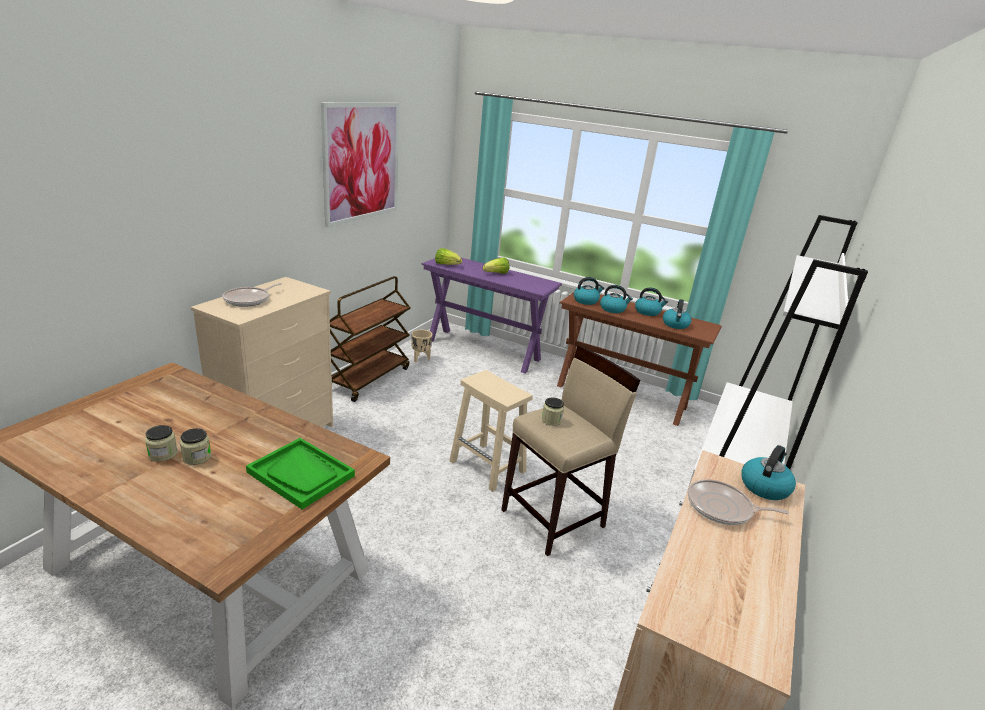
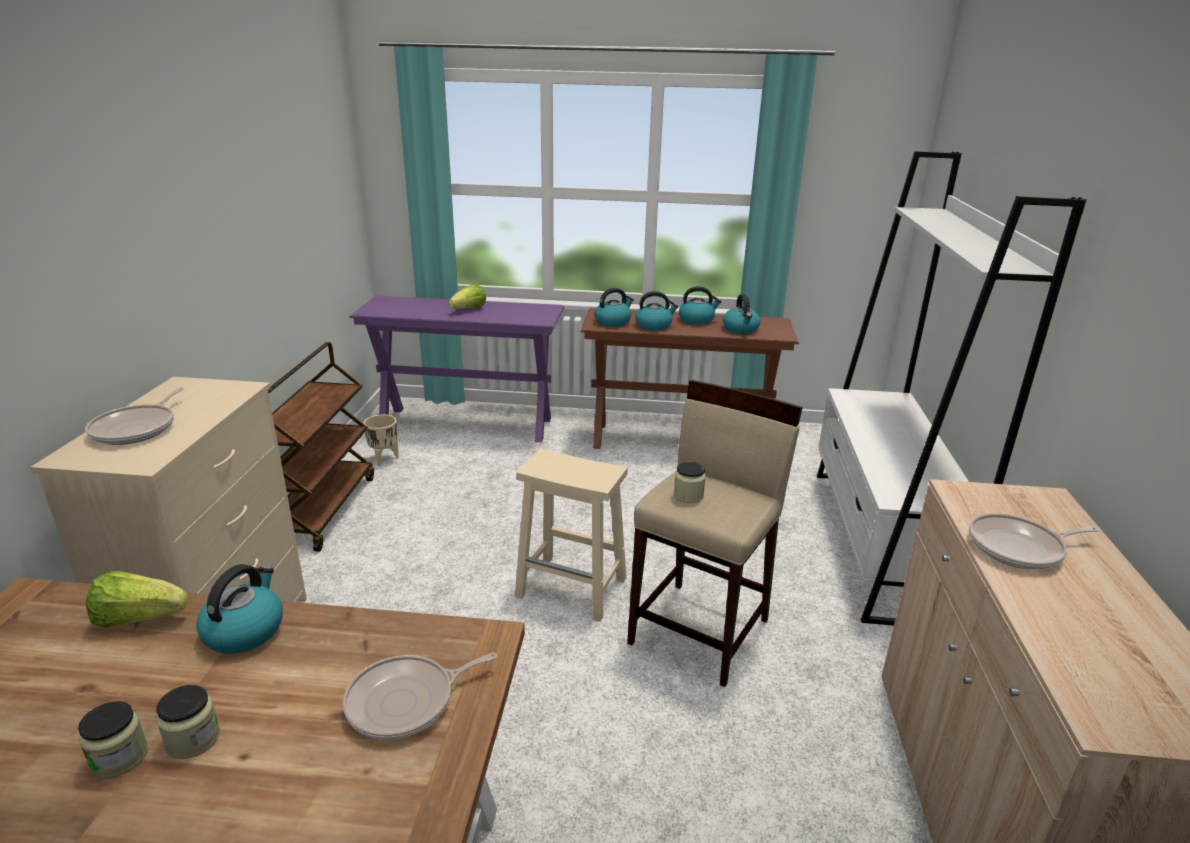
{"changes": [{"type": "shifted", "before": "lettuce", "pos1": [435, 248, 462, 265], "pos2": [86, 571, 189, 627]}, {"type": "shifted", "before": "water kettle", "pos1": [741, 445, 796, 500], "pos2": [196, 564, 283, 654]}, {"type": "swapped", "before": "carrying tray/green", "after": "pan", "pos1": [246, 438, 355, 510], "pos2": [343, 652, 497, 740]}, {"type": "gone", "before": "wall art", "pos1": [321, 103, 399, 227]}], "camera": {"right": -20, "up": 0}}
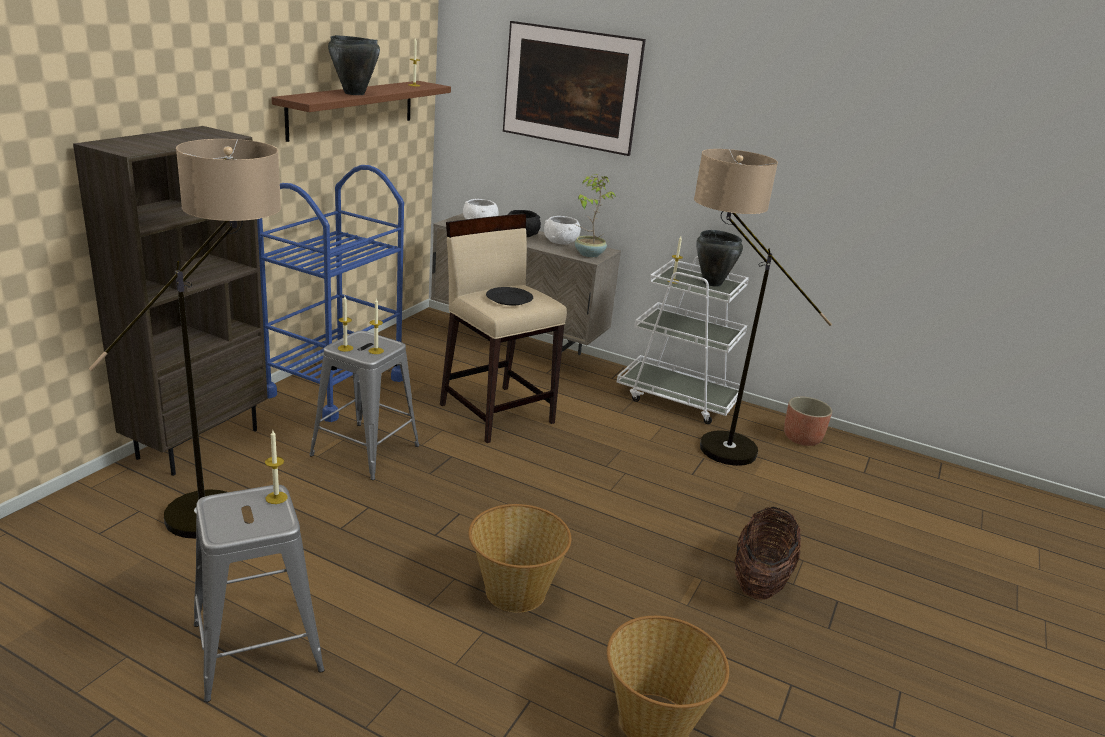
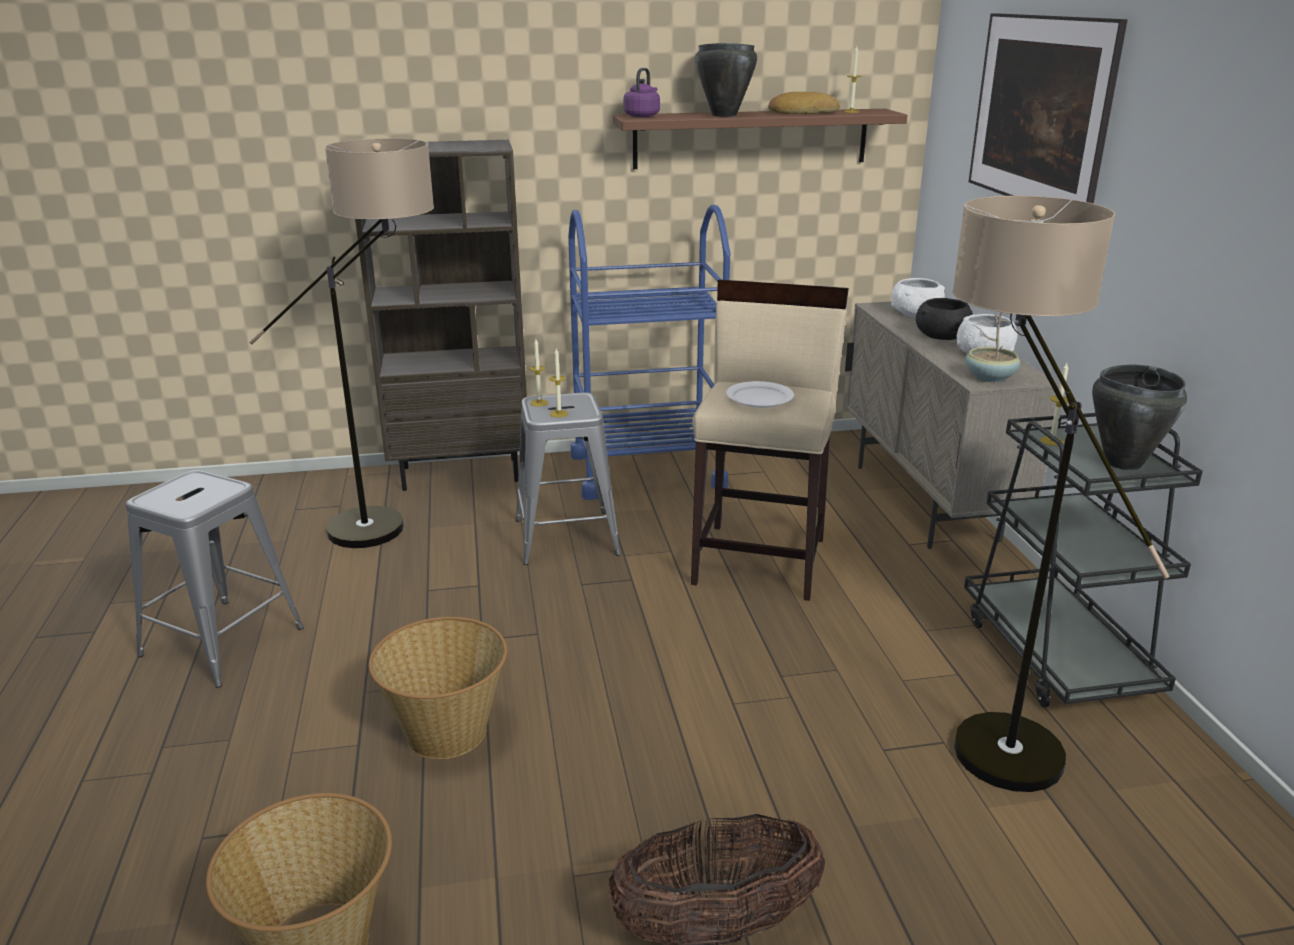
{"changes": [{"type": "new", "after": "water kettle/purple-coloured", "pos2": [624, 68, 660, 117]}, {"type": "repainted", "before": "plate/black", "after": "plate/white", "pos1": [486, 287, 533, 306], "pos2": [726, 381, 794, 408]}, {"type": "new", "after": "bread", "pos2": [768, 92, 840, 114]}, {"type": "repainted", "before": "trolley/white", "after": "trolley/black", "pos1": [617, 256, 749, 424], "pos2": [964, 413, 1203, 707]}, {"type": "gone", "before": "wax candle", "pos1": [265, 430, 288, 504]}, {"type": "gone", "before": "flower pot", "pos1": [784, 397, 832, 446]}], "camera": {"right": 55, "up": 0}}
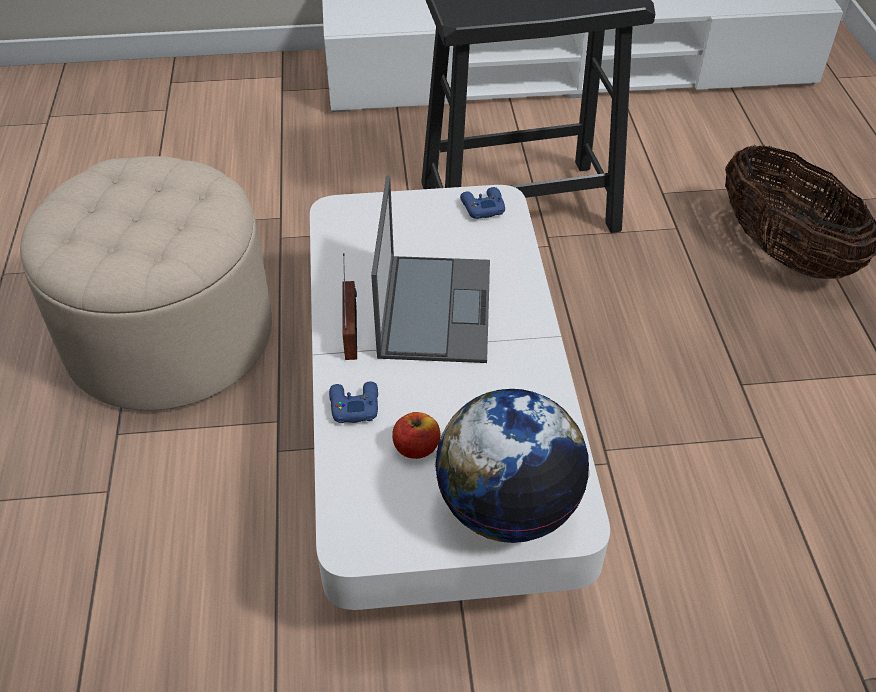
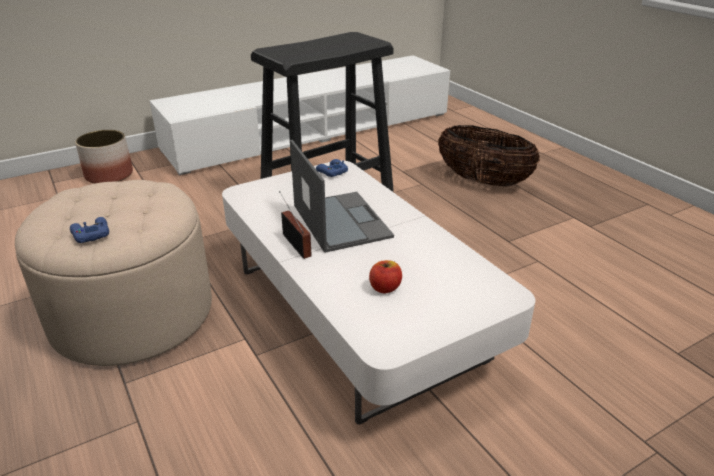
{"changes": [{"type": "shifted", "before": "gamepad/blue-coloured", "pos1": [329, 381, 378, 423], "pos2": [70, 217, 109, 243]}, {"type": "new", "after": "flower pot", "pos2": [75, 130, 133, 184]}, {"type": "gone", "before": "globe", "pos1": [435, 389, 589, 543]}], "camera": {"right": -25, "up": -15}}
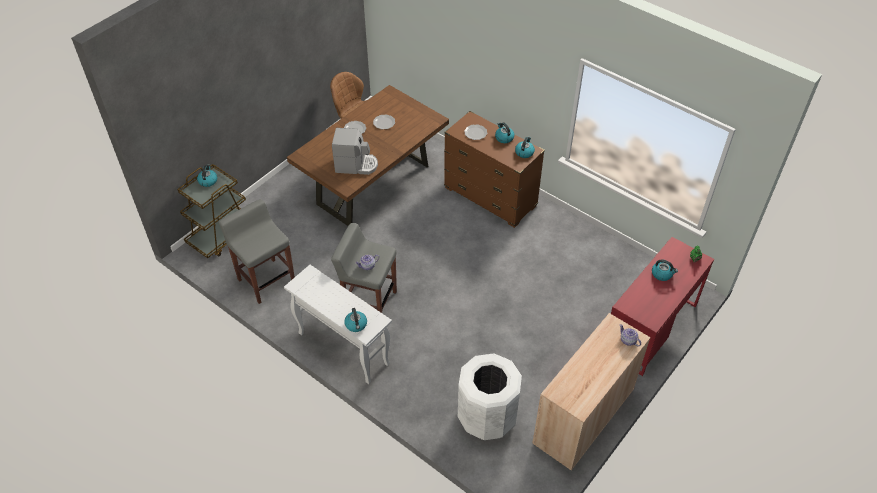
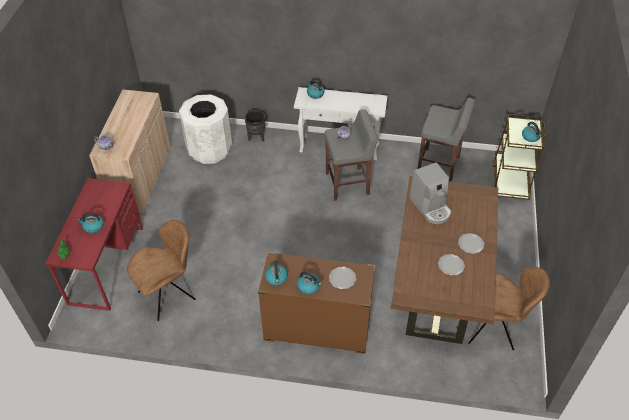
{"changes": [{"type": "new", "after": "plain chair/brown", "pos2": [127, 220, 196, 321]}, {"type": "new", "after": "flower pot/black", "pos2": [245, 110, 265, 142]}, {"type": "rotated", "before": "coffee maker", "pos1": [332, 128, 378, 175], "pos2": [410, 162, 451, 224], "turn": -90}], "camera": {"right": 150, "up": 0}}
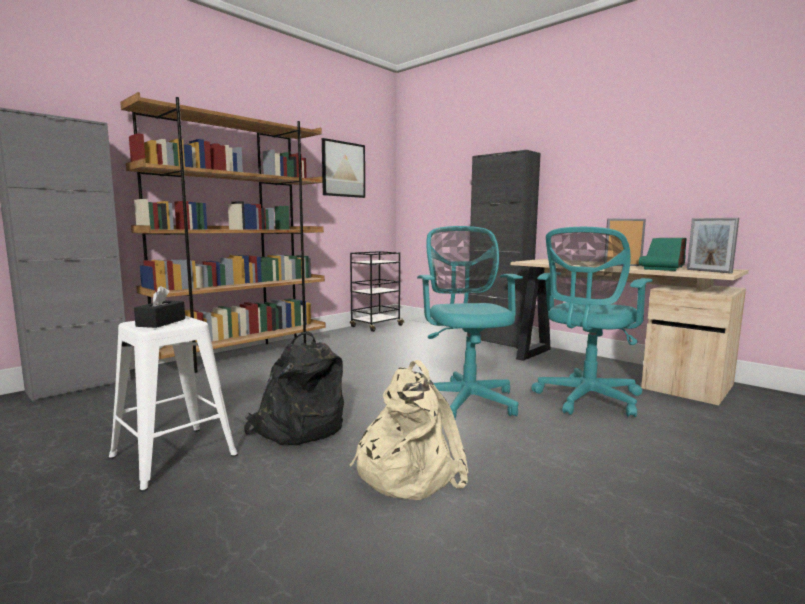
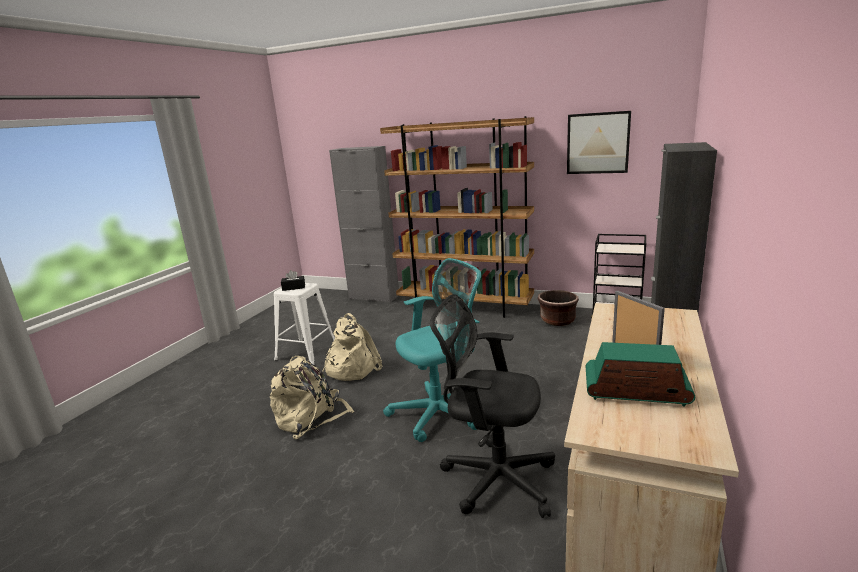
{"changes": [{"type": "repainted", "before": "backpack/black", "after": "backpack/beige-coloured", "pos1": [244, 331, 344, 445], "pos2": [322, 313, 382, 381]}, {"type": "repainted", "before": "office chair/blue-green", "after": "office chair/black", "pos1": [531, 227, 653, 417], "pos2": [430, 294, 555, 518]}, {"type": "new", "after": "flower pot/brown", "pos2": [538, 290, 579, 326]}, {"type": "gone", "before": "photo frame", "pos1": [687, 218, 739, 274]}], "camera": {"right": 70, "up": 10}}
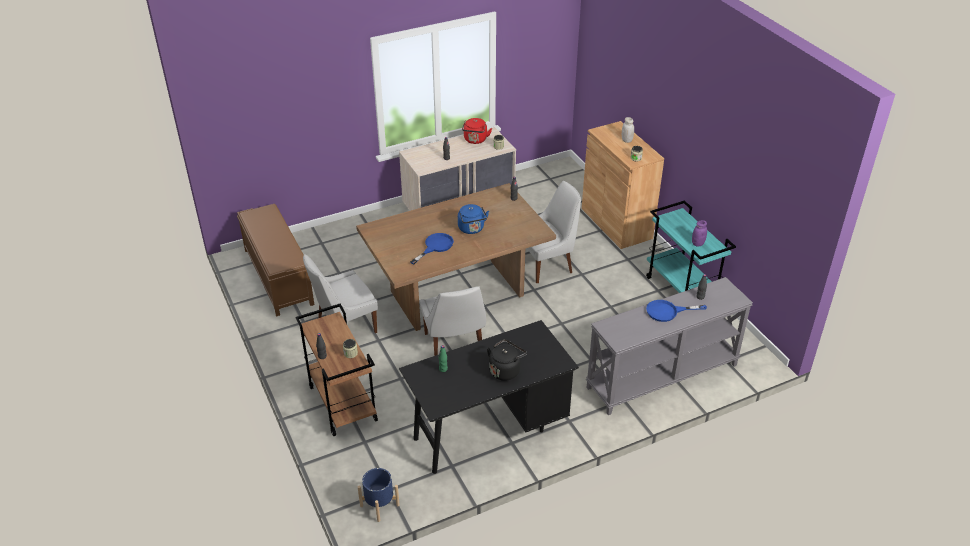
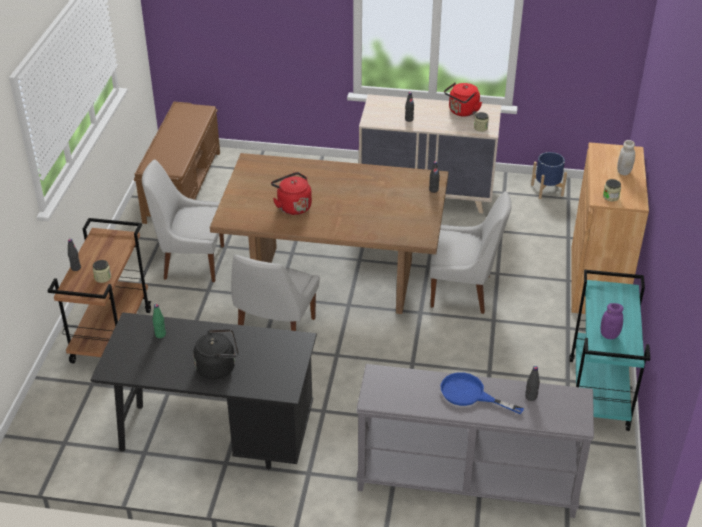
{"changes": [{"type": "swapped", "before": "pan/blue-coloured", "after": "water kettle/red-coloured", "pos1": [410, 233, 454, 264], "pos2": [271, 172, 312, 215]}, {"type": "shifted", "before": "flower pot/blue-coloured", "pos1": [358, 468, 400, 522], "pos2": [531, 152, 567, 199]}, {"type": "gone", "before": "water kettle/blue-coloured", "pos1": [458, 204, 489, 234]}], "camera": {"right": 35, "up": 0}}
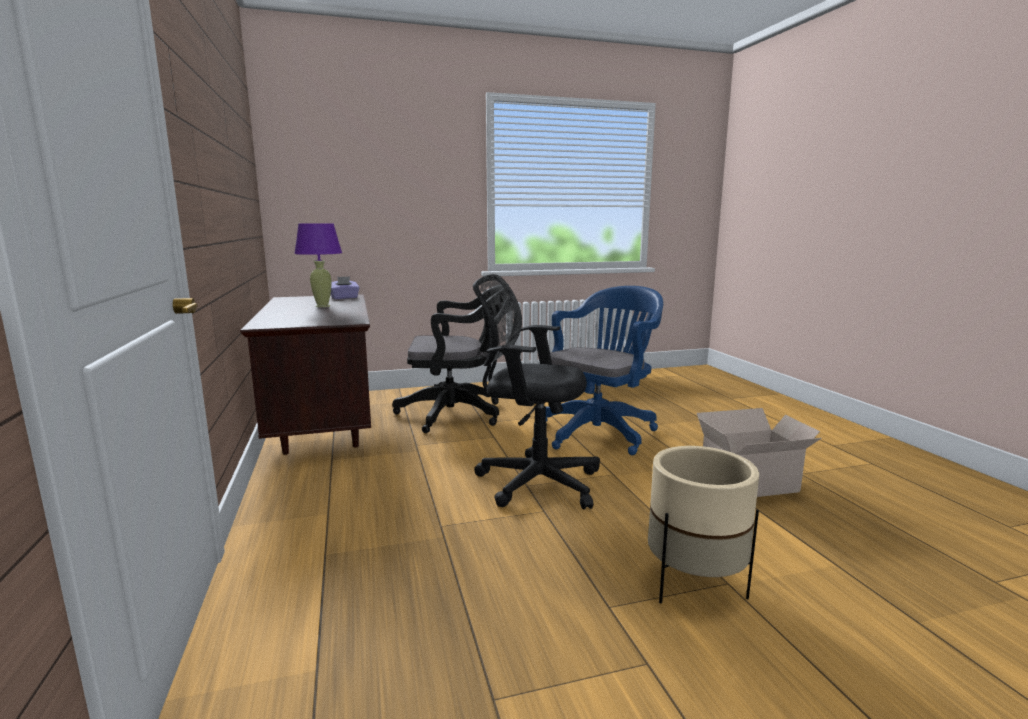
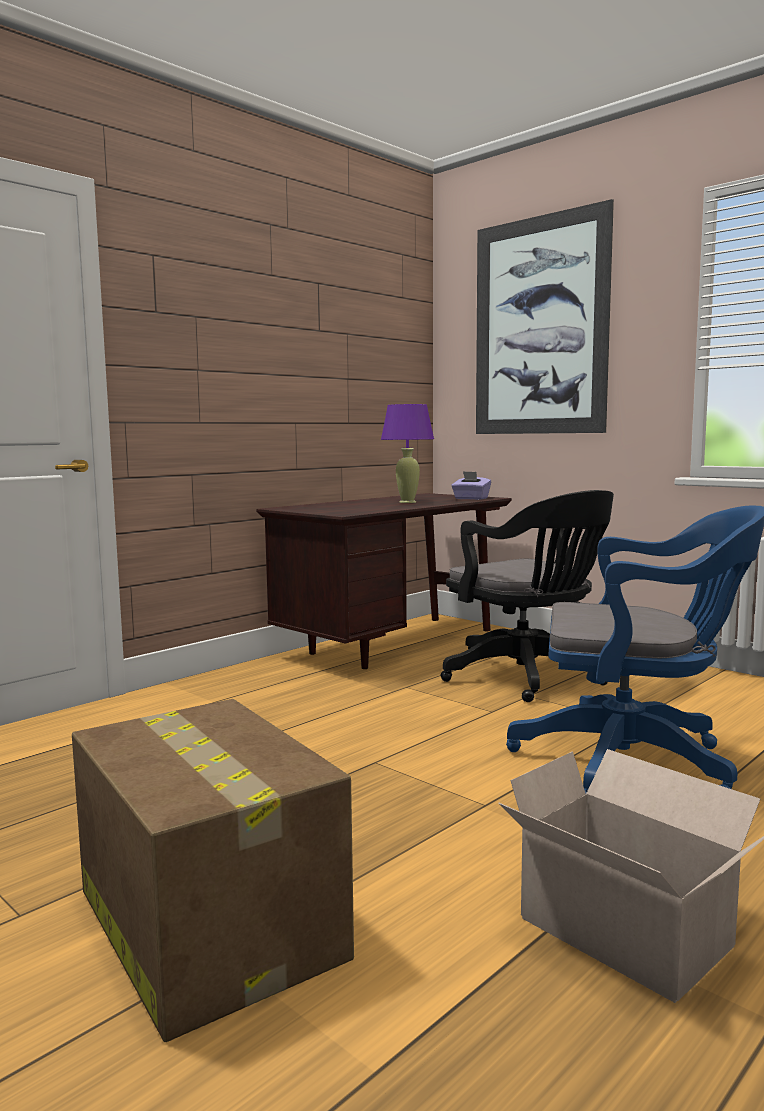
{"changes": [{"type": "swapped", "before": "flower pot/beige-coloured", "after": "carton", "pos1": [648, 446, 759, 604], "pos2": [72, 699, 354, 1042]}, {"type": "new", "after": "wall art", "pos2": [476, 199, 614, 434]}, {"type": "gone", "before": "office chair/black", "pos1": [473, 274, 600, 510]}], "camera": {"right": 60, "up": -5}}
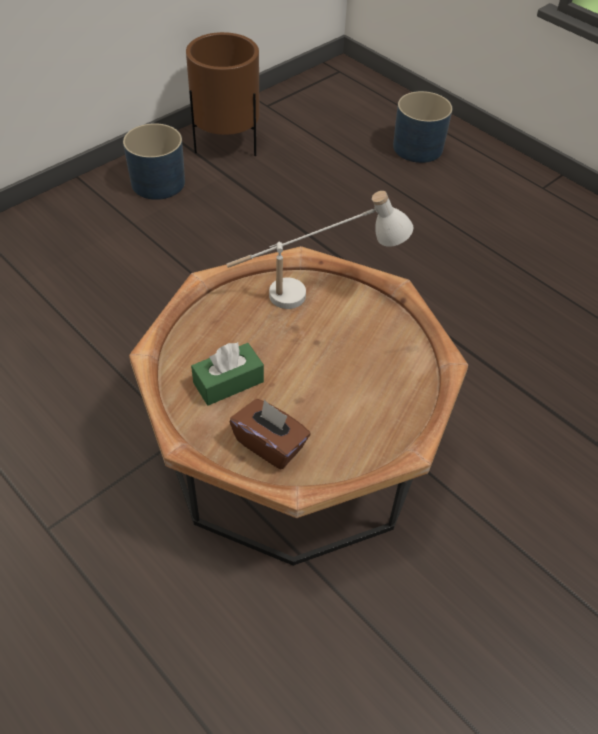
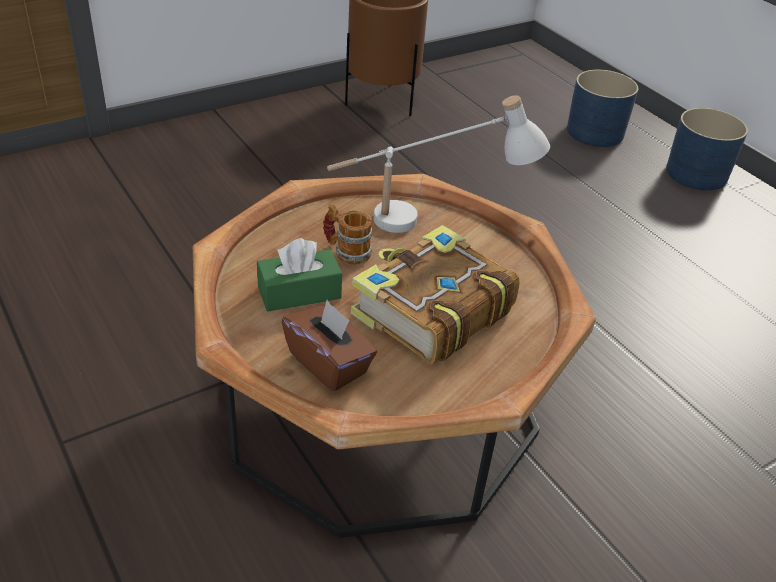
{"changes": [{"type": "new", "after": "mug", "pos2": [323, 203, 372, 265]}, {"type": "new", "after": "bound book", "pos2": [351, 225, 520, 364]}, {"type": "shifted", "before": "flower pot/blue-coloured", "pos1": [123, 123, 185, 200], "pos2": [666, 108, 748, 190]}], "camera": {"right": 10, "up": -10}}
